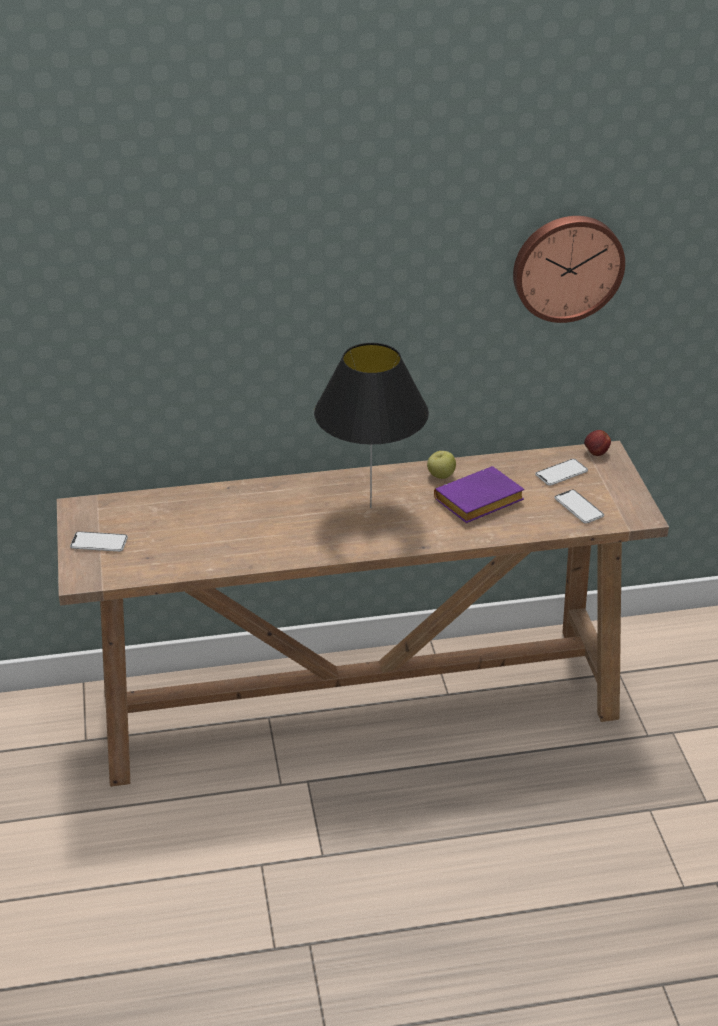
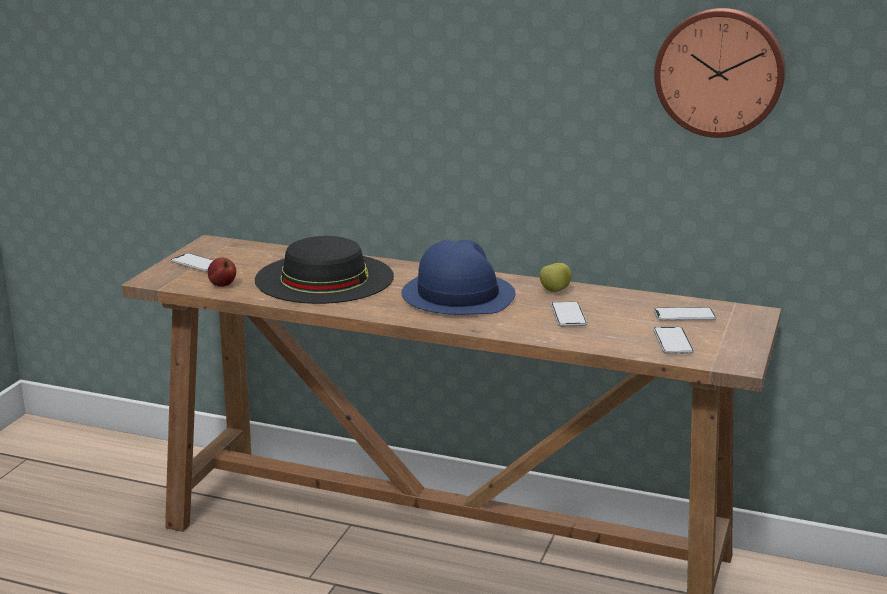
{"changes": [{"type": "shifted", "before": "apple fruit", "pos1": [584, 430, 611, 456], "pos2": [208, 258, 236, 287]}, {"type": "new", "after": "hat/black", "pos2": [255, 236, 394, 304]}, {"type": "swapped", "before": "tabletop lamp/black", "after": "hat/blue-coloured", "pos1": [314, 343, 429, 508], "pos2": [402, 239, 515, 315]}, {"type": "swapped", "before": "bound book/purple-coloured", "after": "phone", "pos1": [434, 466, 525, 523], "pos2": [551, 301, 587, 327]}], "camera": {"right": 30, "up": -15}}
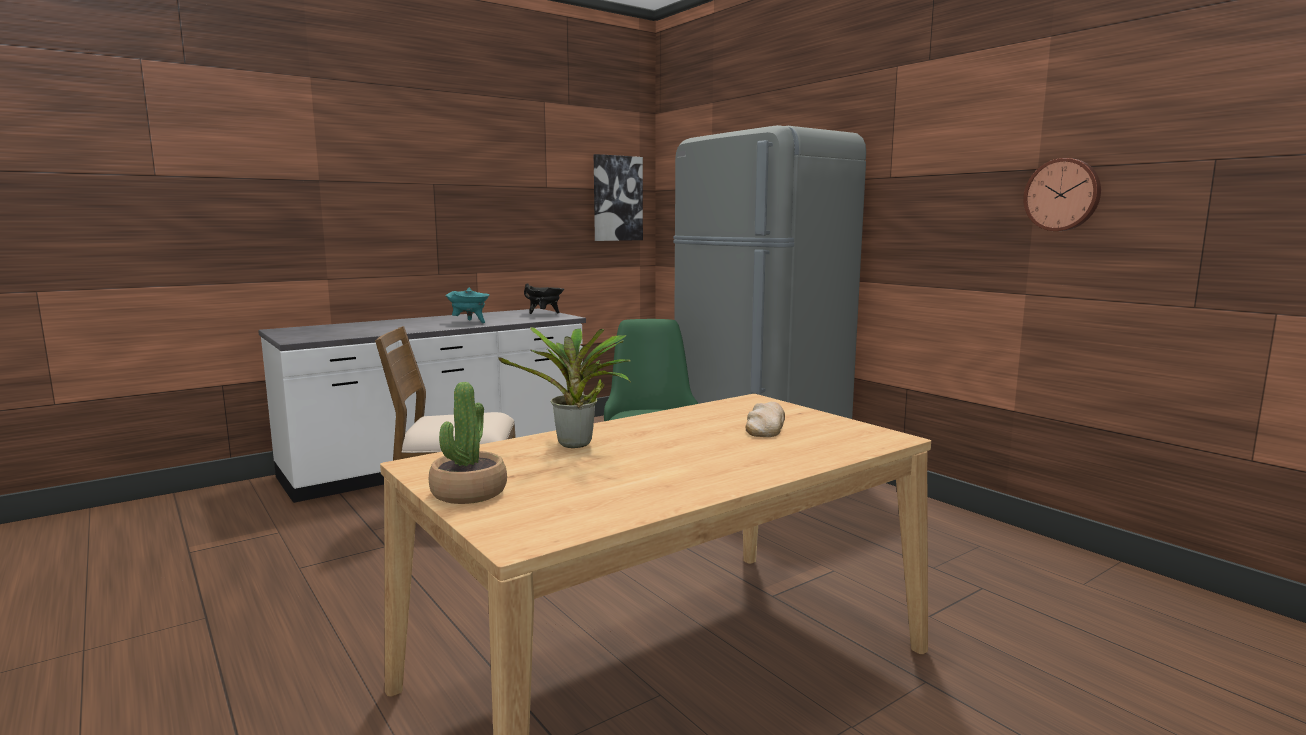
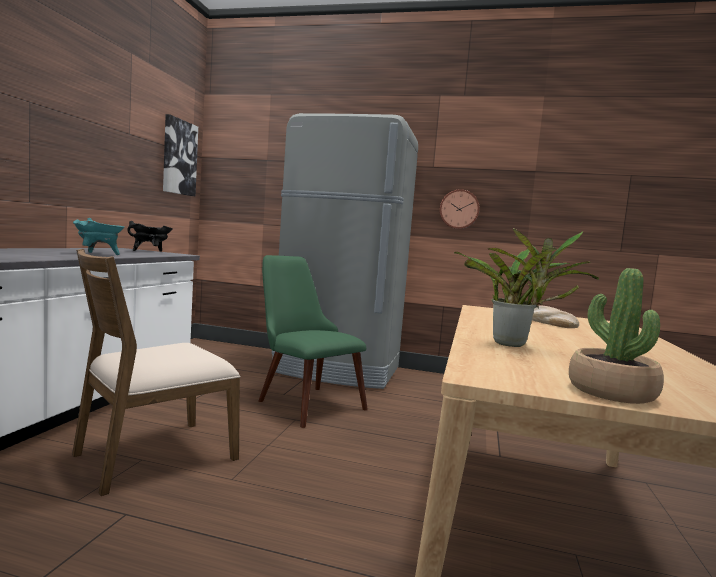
{"changes": [{"type": "shifted", "before": "clock on the wall", "pos1": [1023, 158, 1101, 231], "pos2": [440, 189, 480, 229]}], "camera": {"right": -40, "up": -5}}
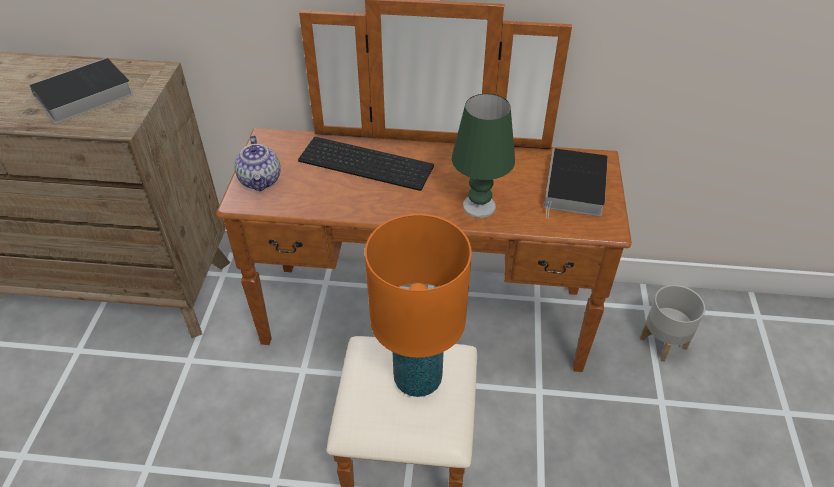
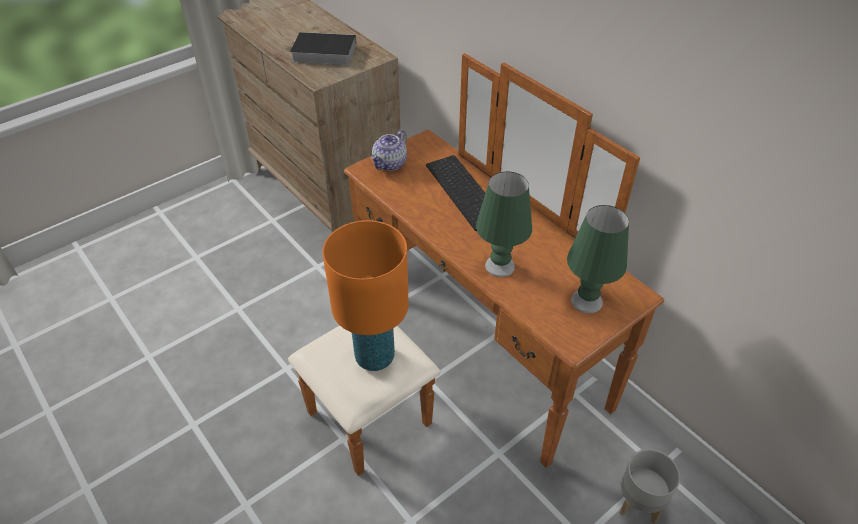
{"changes": [{"type": "swapped", "before": "bound book", "after": "tabletop lamp/green", "pos1": [544, 148, 608, 219], "pos2": [567, 205, 629, 313]}], "camera": {"right": 45, "up": 0}}
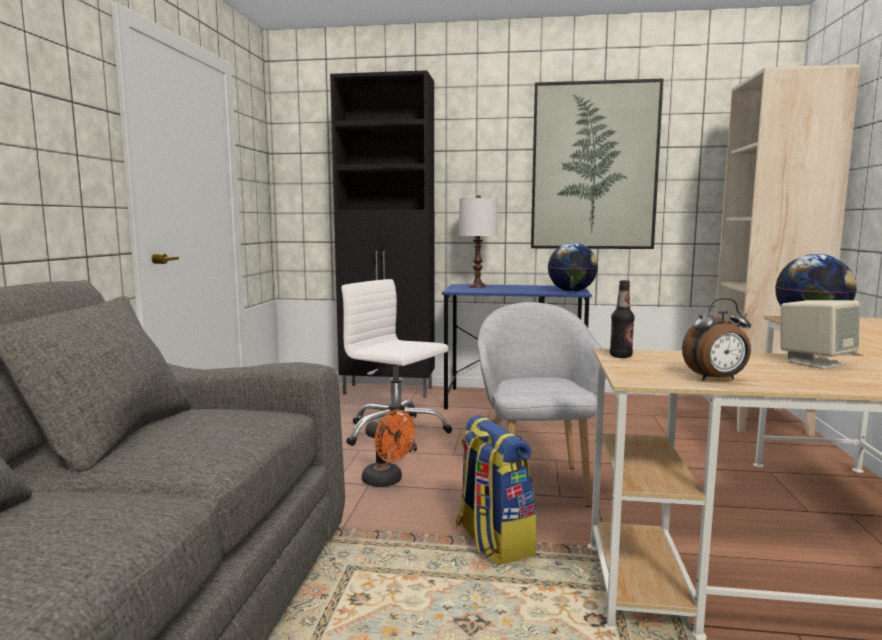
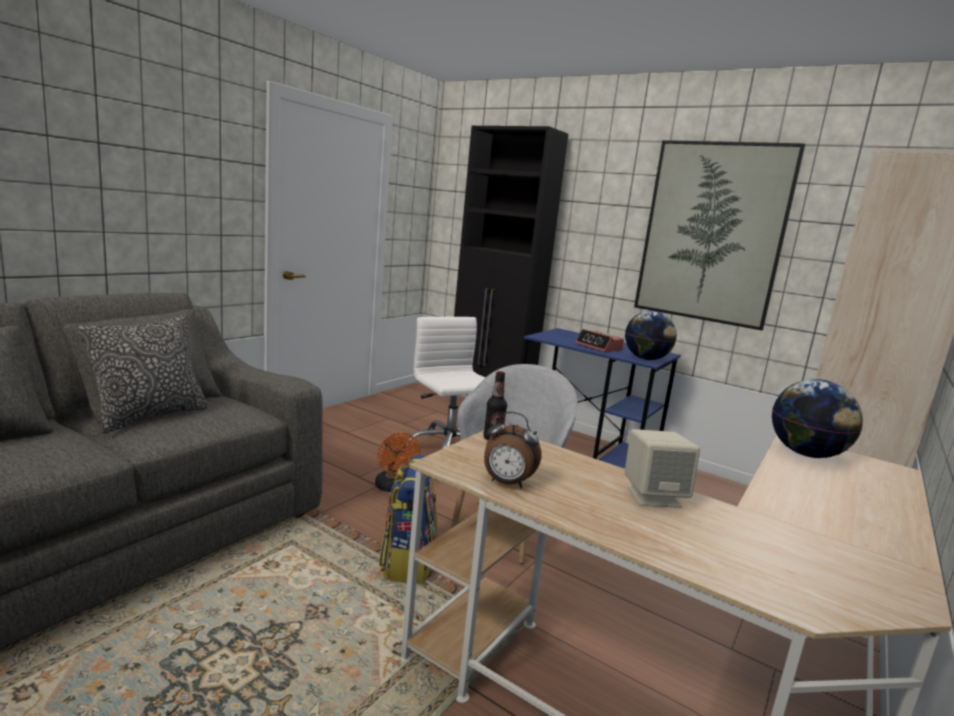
{"changes": [{"type": "new", "after": "throw pillow", "pos2": [78, 315, 208, 434]}, {"type": "new", "after": "table clock", "pos2": [575, 329, 624, 352]}, {"type": "gone", "before": "tabletop lamp/white", "pos1": [459, 195, 498, 288]}], "camera": {"right": 25, "up": 5}}
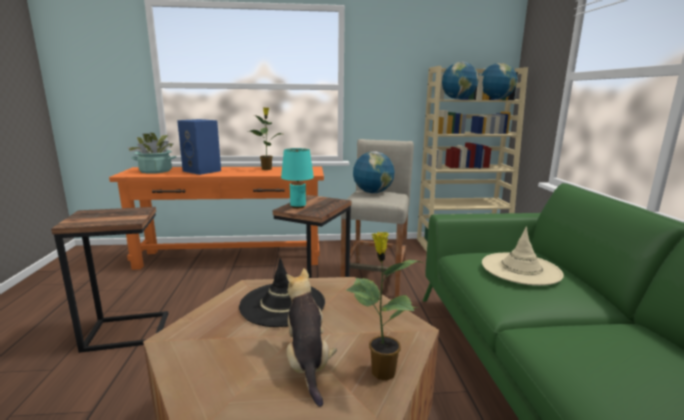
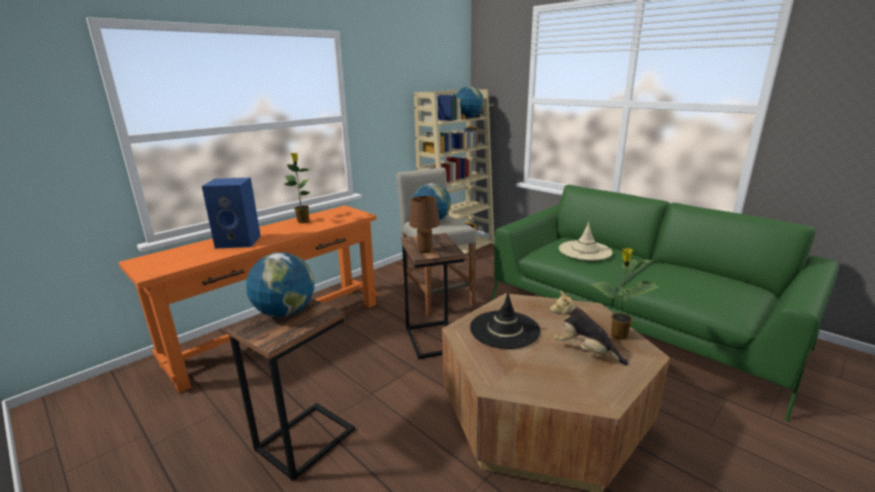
{"changes": [{"type": "shifted", "before": "globe", "pos1": [442, 62, 479, 99], "pos2": [246, 252, 314, 317]}, {"type": "repainted", "before": "tabletop lamp/blue-green", "after": "tabletop lamp/brown", "pos1": [281, 148, 314, 208], "pos2": [409, 196, 440, 253]}, {"type": "gone", "before": "houseplant", "pos1": [127, 132, 176, 174]}], "camera": {"right": -40, "up": 5}}
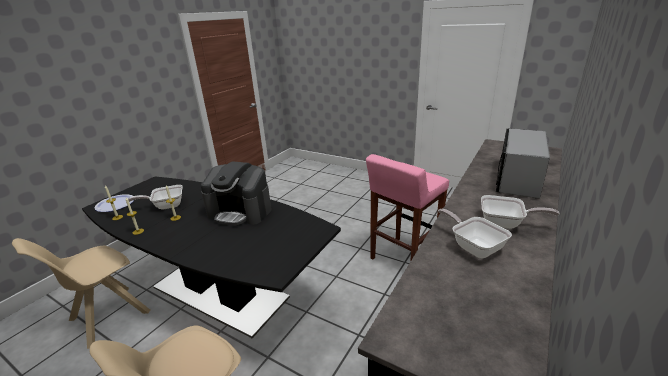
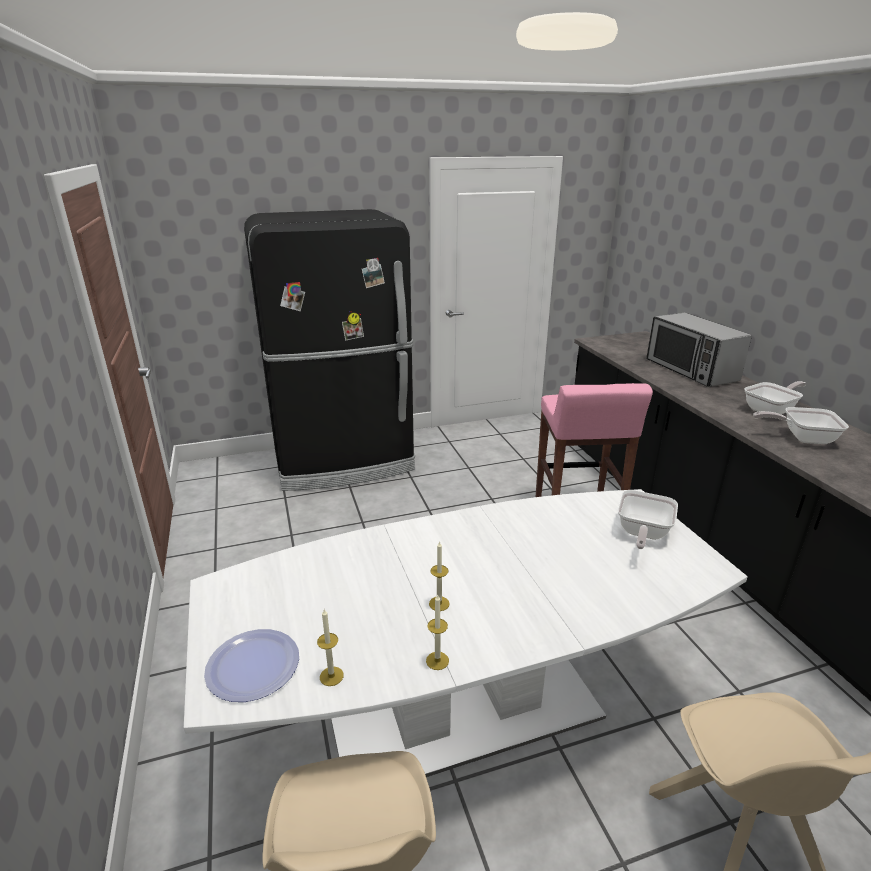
{"changes": [{"type": "repainted", "before": "dinner table/black", "after": "dinner table/white", "pos1": [82, 177, 341, 338], "pos2": [184, 489, 748, 777]}, {"type": "new", "after": "refrigerator/black", "pos2": [244, 209, 415, 491]}, {"type": "shifted", "before": "pan", "pos1": [128, 185, 183, 210], "pos2": [618, 490, 678, 549]}, {"type": "gone", "before": "coffee maker", "pos1": [201, 162, 271, 226]}], "camera": {"right": -50, "up": 0}}
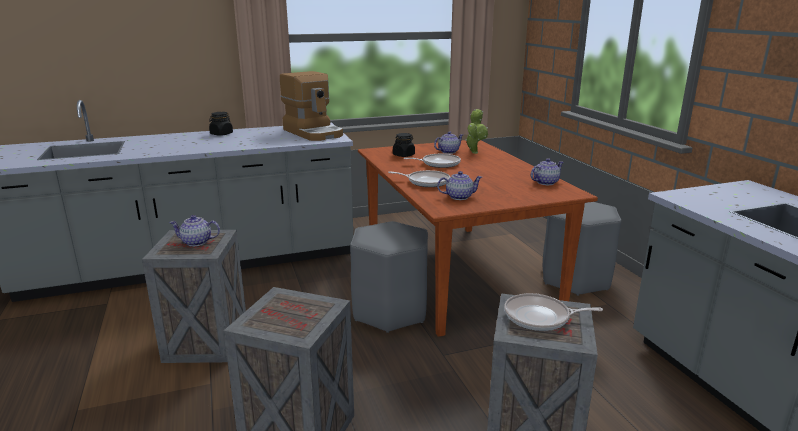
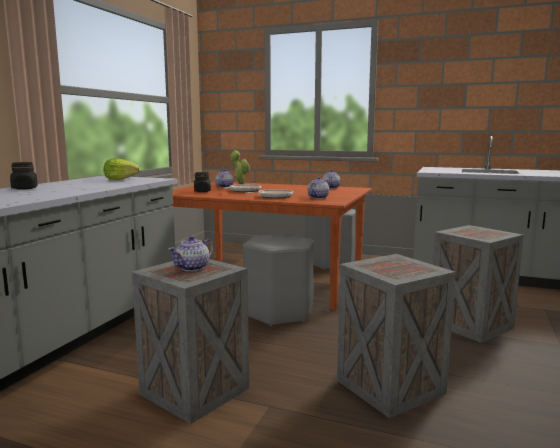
{"changes": [{"type": "swapped", "before": "coffee maker", "after": "lettuce", "pos1": [280, 71, 343, 141], "pos2": [104, 158, 141, 180]}, {"type": "gone", "before": "pan", "pos1": [504, 293, 603, 331]}], "camera": {"right": -50, "up": -10}}
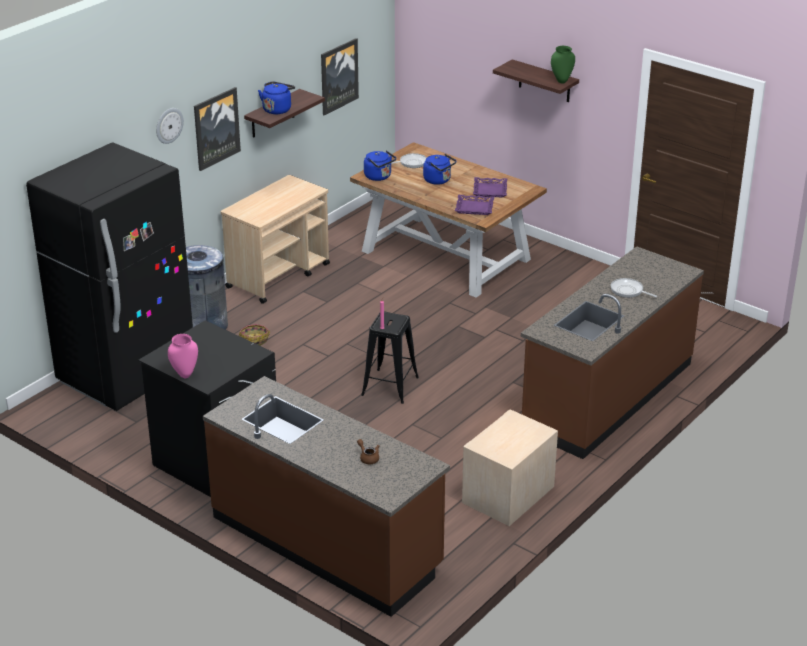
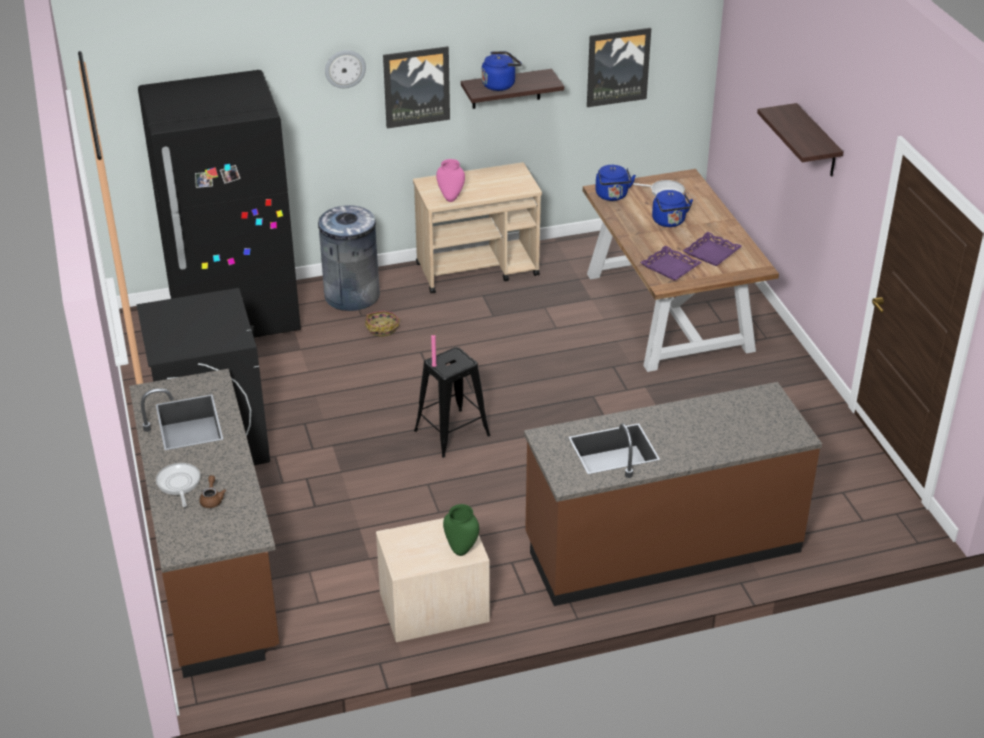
{"changes": [{"type": "shifted", "before": "pan", "pos1": [611, 278, 657, 298], "pos2": [156, 463, 200, 507]}, {"type": "shifted", "before": "flower vase/pink", "pos1": [168, 334, 198, 378], "pos2": [436, 159, 465, 202]}, {"type": "shifted", "before": "flower vase/green", "pos1": [551, 46, 575, 83], "pos2": [443, 504, 479, 556]}], "camera": {"right": 35, "up": 5}}
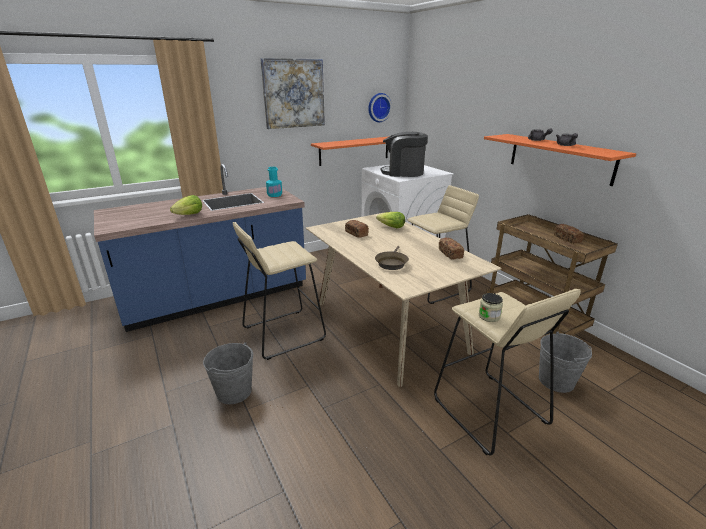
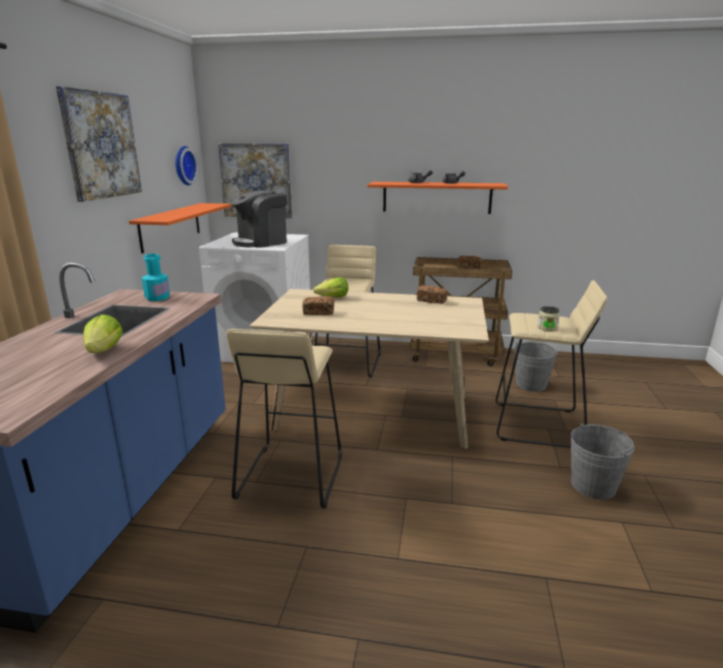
{"changes": [{"type": "new", "after": "wall art", "pos2": [218, 143, 292, 218]}, {"type": "shifted", "before": "pail/gray", "pos1": [203, 342, 253, 404], "pos2": [571, 423, 635, 500]}, {"type": "gone", "before": "pan/brown", "pos1": [375, 246, 409, 270]}], "camera": {"right": -50, "up": -5}}
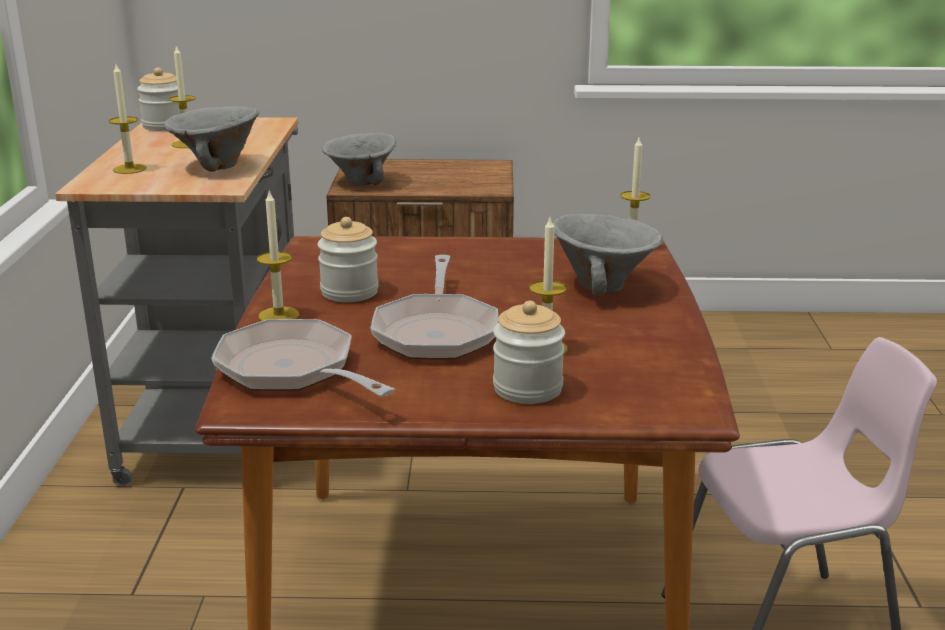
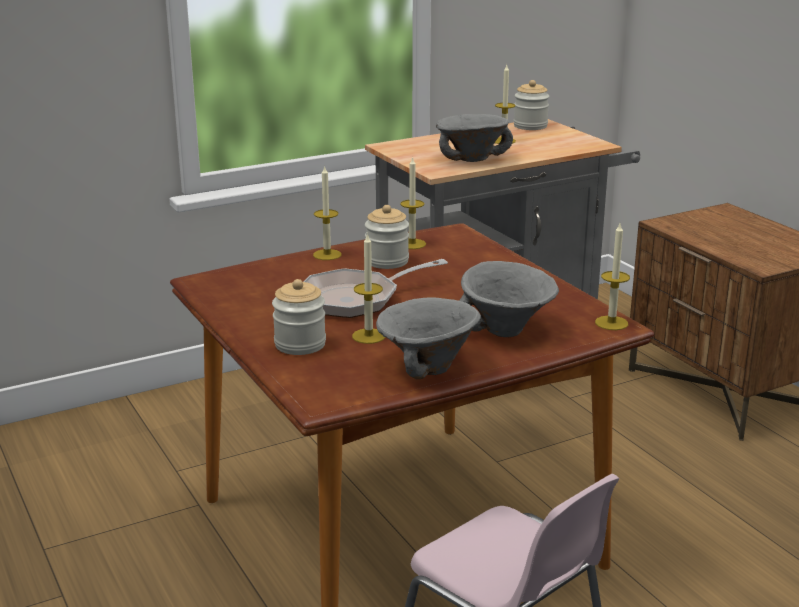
{"changes": [{"type": "shifted", "before": "serving bowl/gray", "pos1": [322, 133, 396, 186], "pos2": [376, 297, 481, 379]}, {"type": "shifted", "before": "wax candle", "pos1": [109, 64, 147, 174], "pos2": [400, 156, 426, 249]}, {"type": "gone", "before": "pan", "pos1": [211, 319, 395, 396]}], "camera": {"right": 60, "up": 0}}
